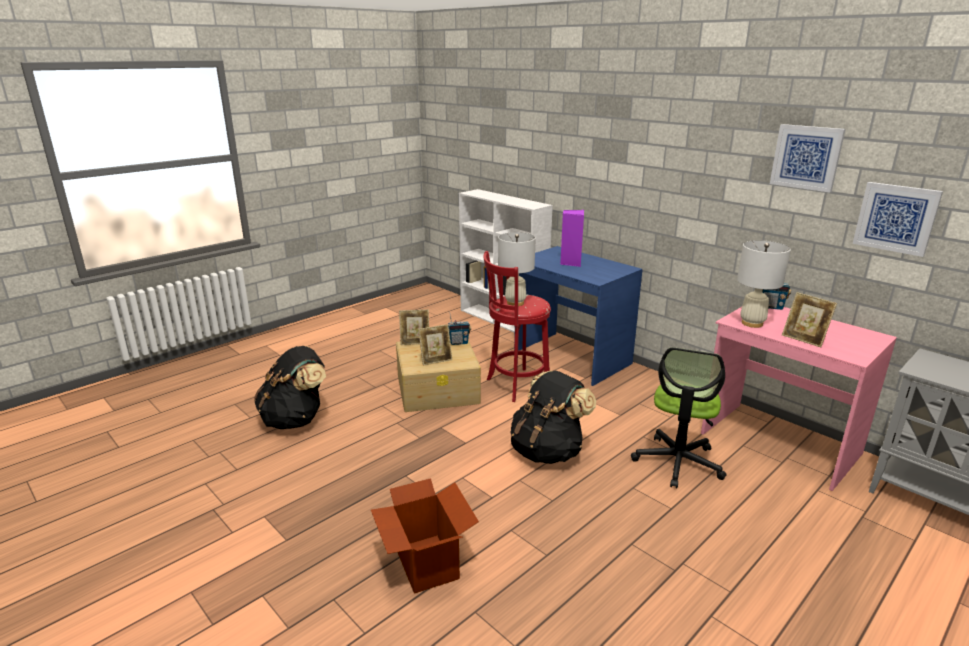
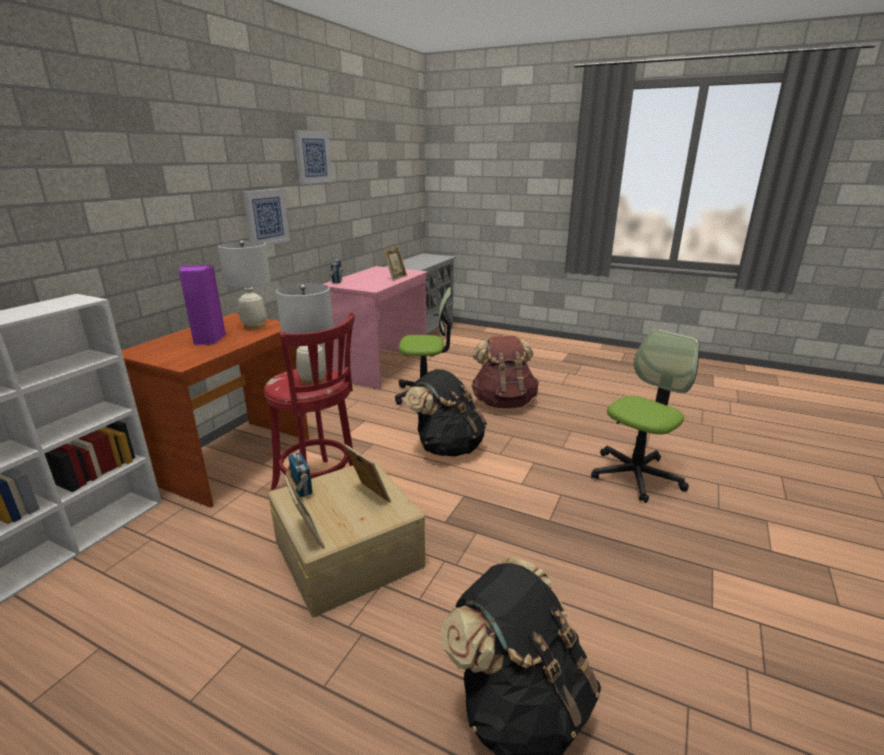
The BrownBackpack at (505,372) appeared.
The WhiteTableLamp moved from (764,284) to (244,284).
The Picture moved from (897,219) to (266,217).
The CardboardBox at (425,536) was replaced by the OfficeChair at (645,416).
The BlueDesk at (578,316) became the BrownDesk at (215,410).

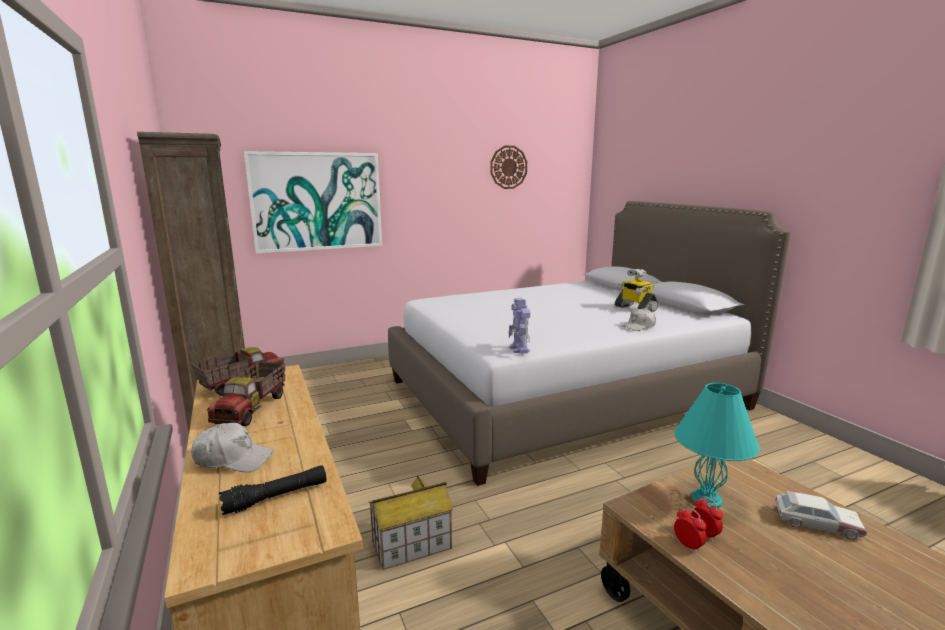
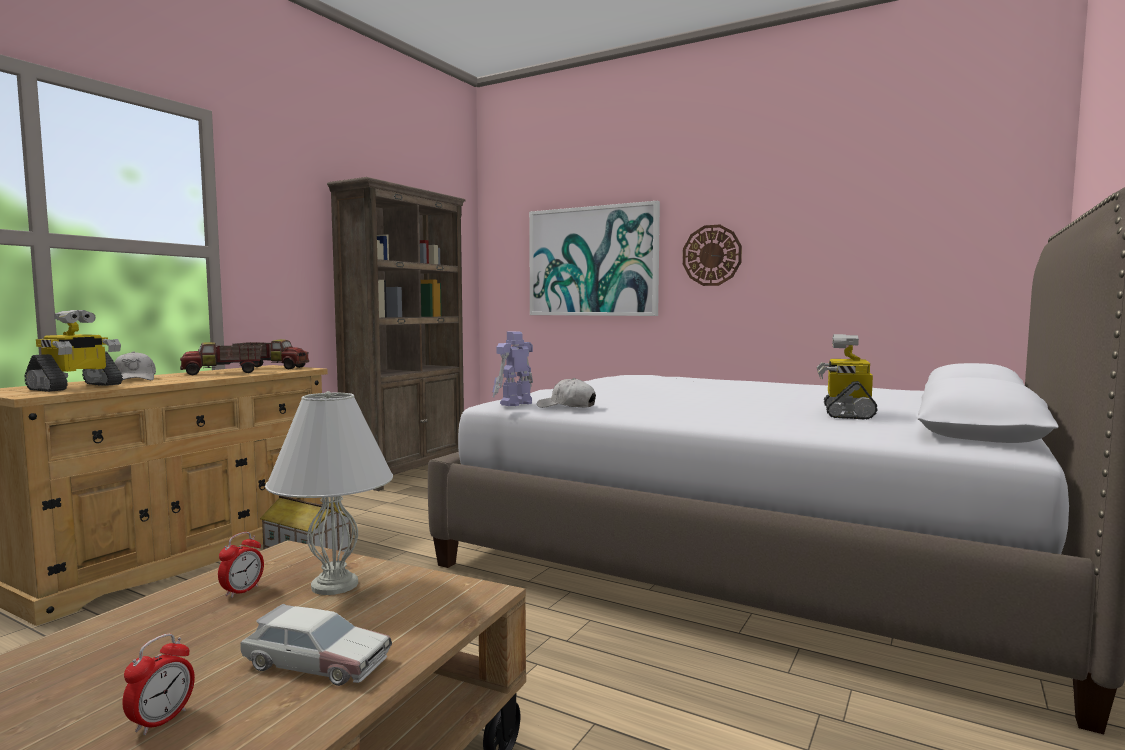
The WallClock moved from (508,167) to (712,255).
The WhiteCap moved from (639,319) to (566,393).
The AlarmClock moved from (690,530) to (159,684).
The BlackFlashlight at (272,490) was replaced by the ToyRobot at (74,351).
The TurquoiseTableLamp at (717,445) became the WhiteTableLamp at (329,493).
The ToyCar at (820,515) turned 60 degrees counterclockwise.

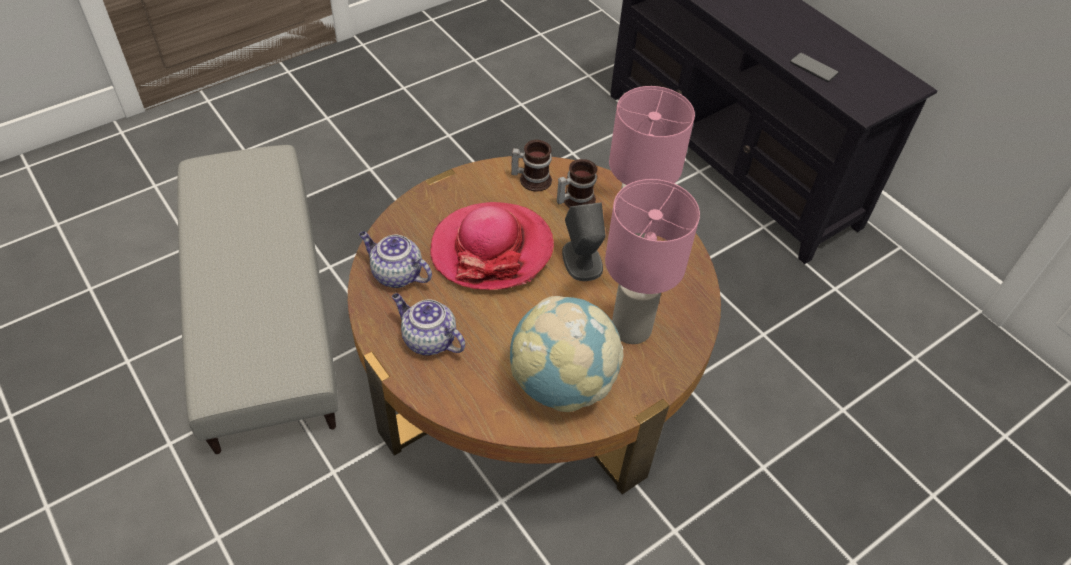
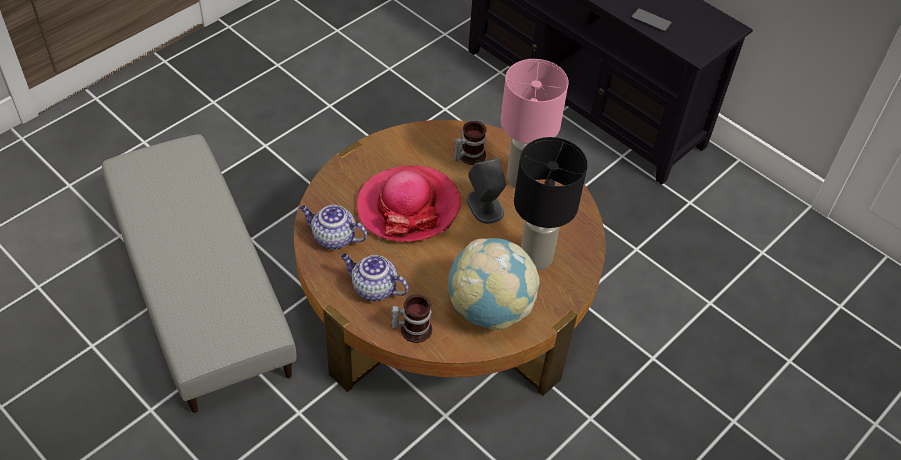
The Mug moved from (531,166) to (411,318).
The PinkTableLamp at (652,261) became the BlackTableLamp at (551,203).

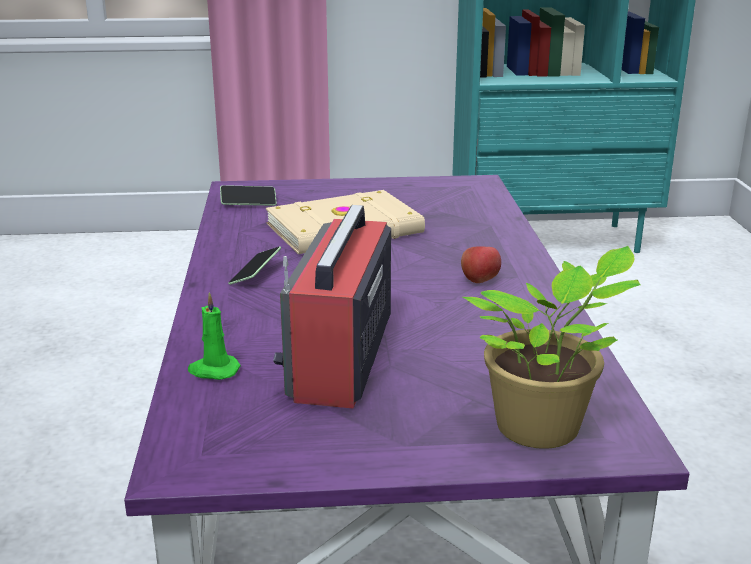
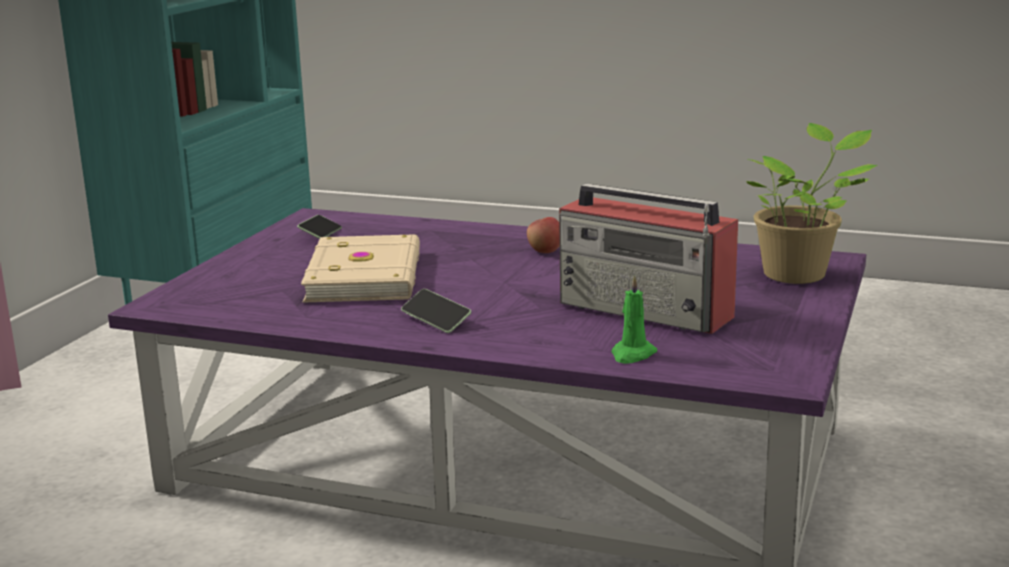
The Phone moved from (248,195) to (319,227).

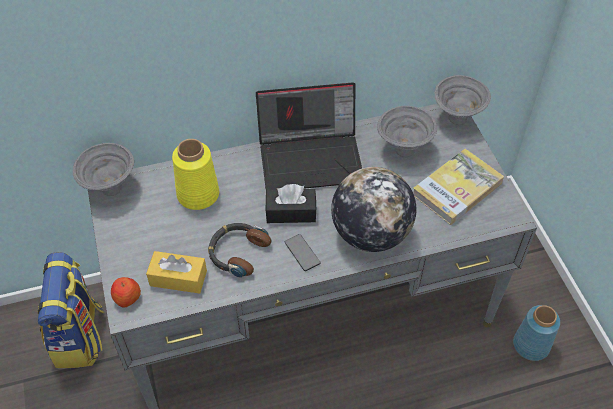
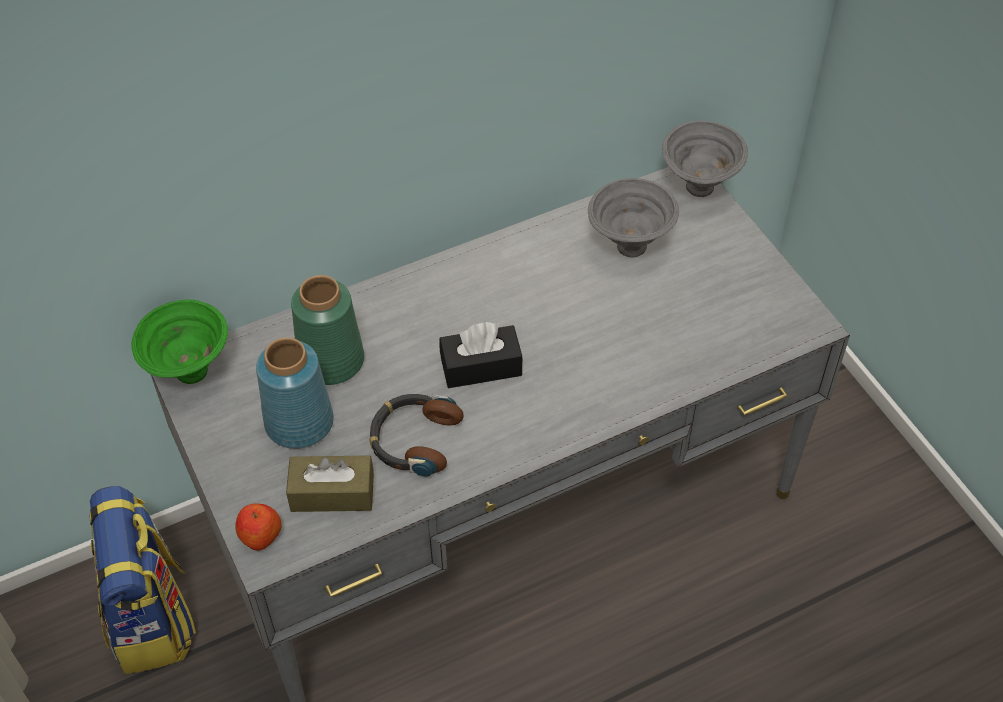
The Laptop at (309,136) disappeared.
The Phone at (303,252) disappeared.
The Globe at (373,209) disappeared.
The Book at (458,187) disappeared.
The BlueVase moved from (536,333) to (295,393).
The GreyBowl at (103,169) became the GreenBowl at (179,342).
The YellowTissueBox at (176,272) became the BrownTissueBox at (330,483).
The YellowVase at (195,174) became the GreenVase at (327,330).

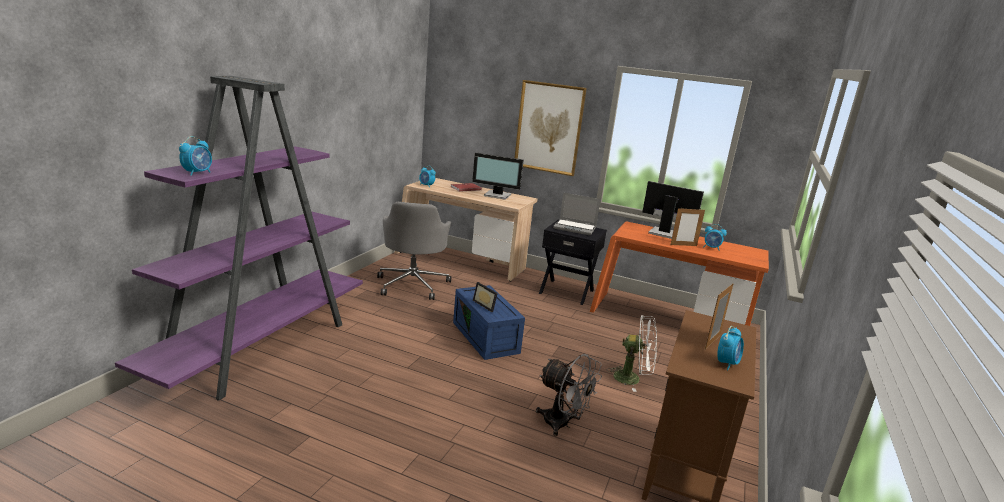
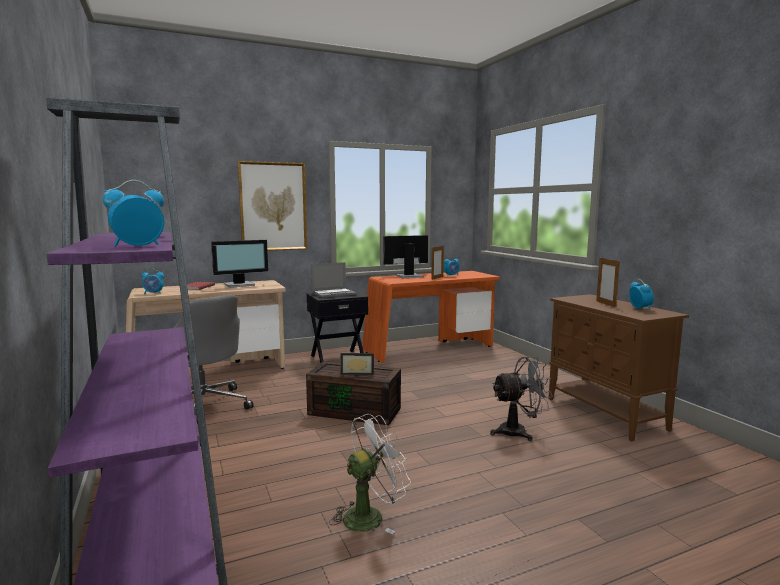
The WhiteFan moved from (632,353) to (370,474).
The BlueStorageBox at (489,322) became the BrownStorageBox at (353,393).
The AlarmClock at (195,156) turned 105 degrees counterclockwise.

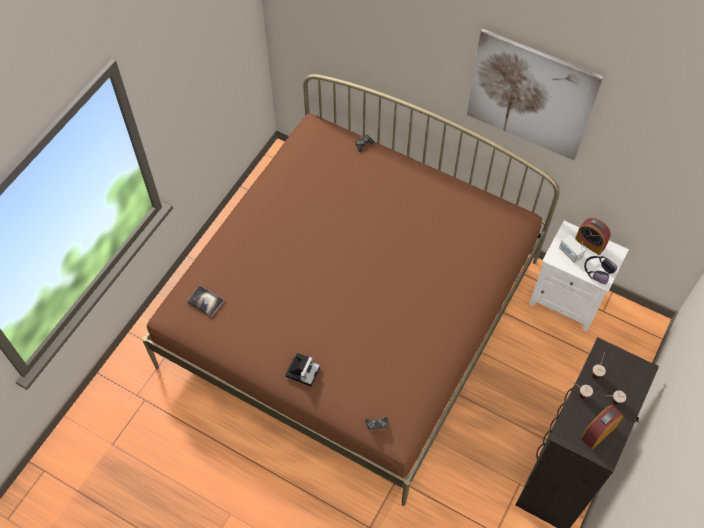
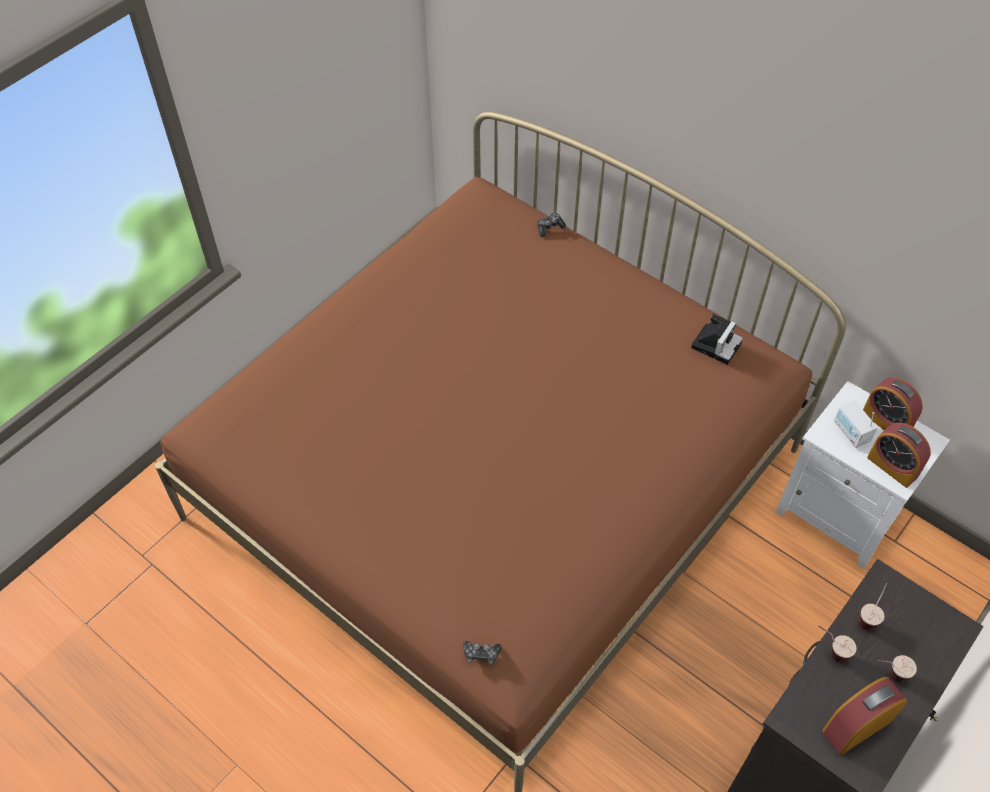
The Book at (205,301) disappeared.
The Picture at (535,94) disappeared.
The PhotoCamera moved from (303,369) to (717,339).
The Headphones at (600,270) was replaced by the AlarmClock at (899,455).

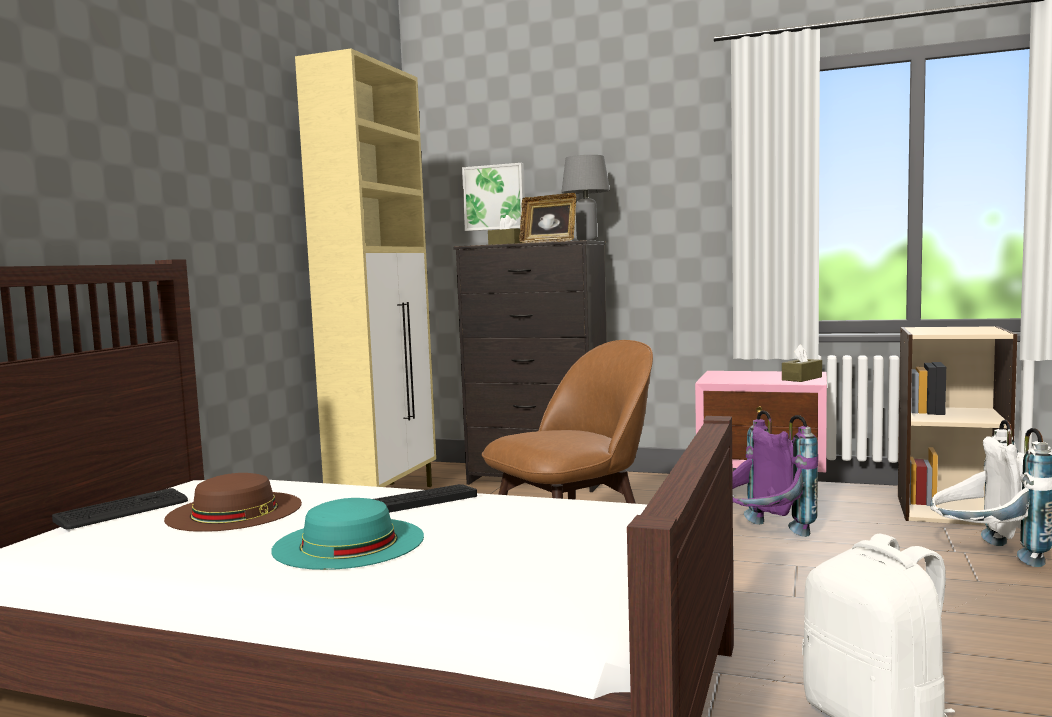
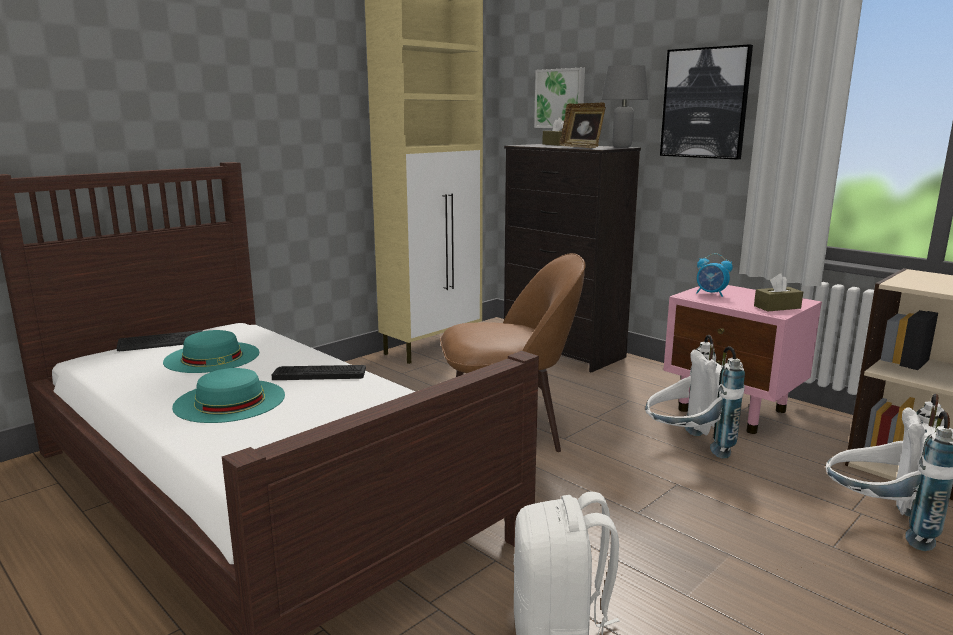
The Picture at (706,102) appeared.
The AlarmClock at (714,275) appeared.
The BrownHat at (233,502) became the TurquoiseHat at (211,351).
The PurpleBackpack at (775,473) became the WhiteBackpack at (695,397).

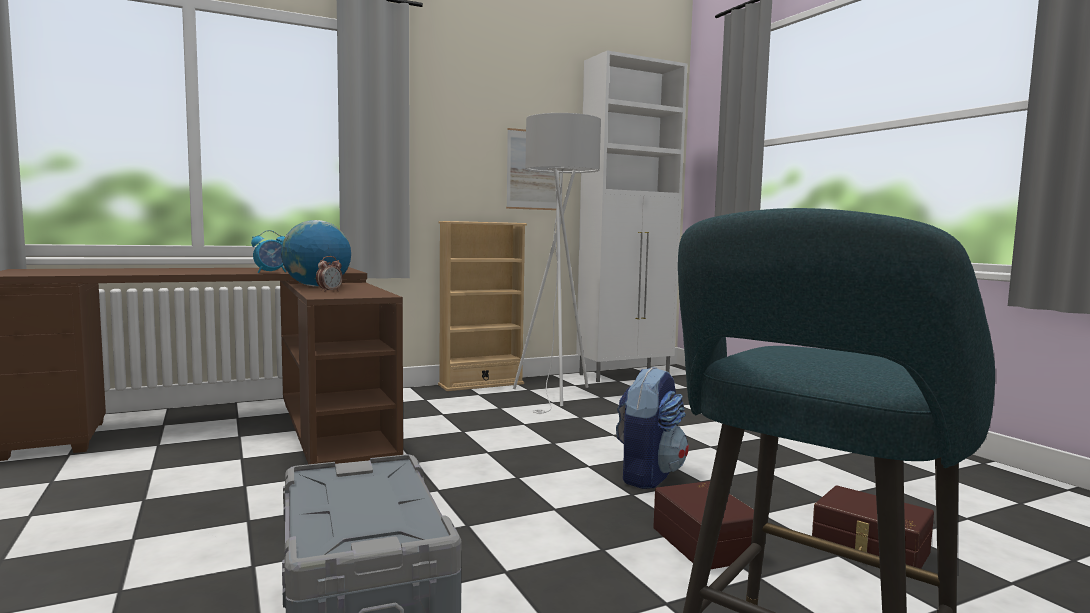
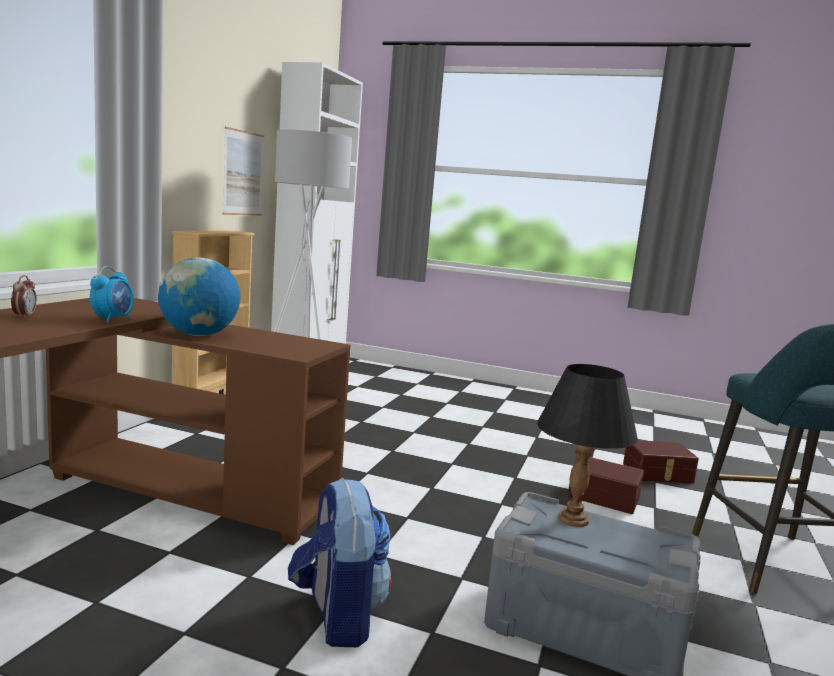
The BlackTableLamp at (587,445) appeared.
The AlarmClock moved from (329,274) to (24,296).
The Backpack moved from (652,428) to (340,562).

